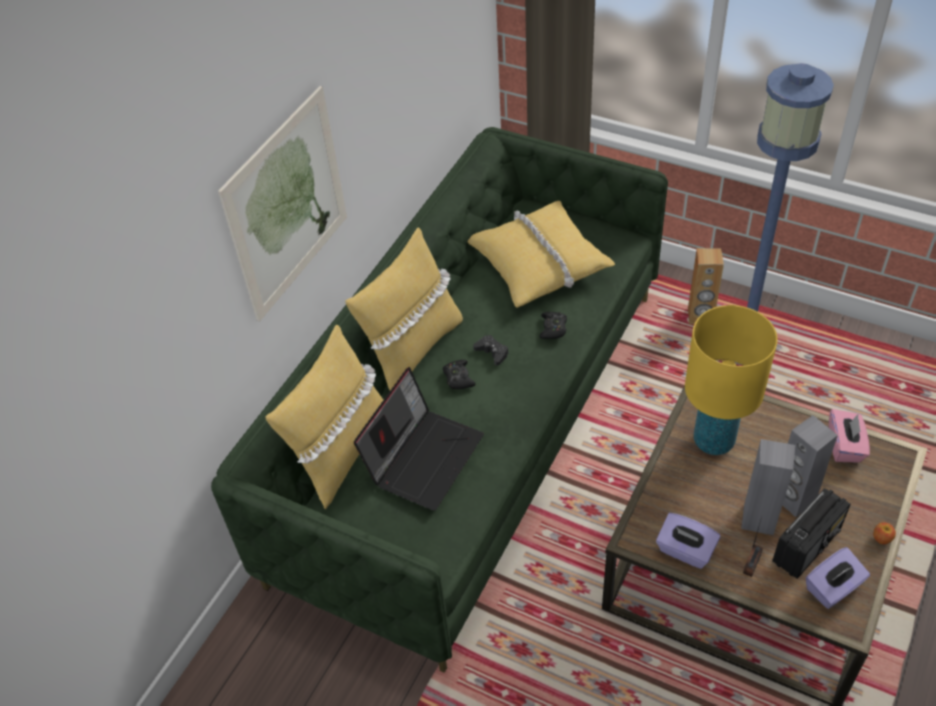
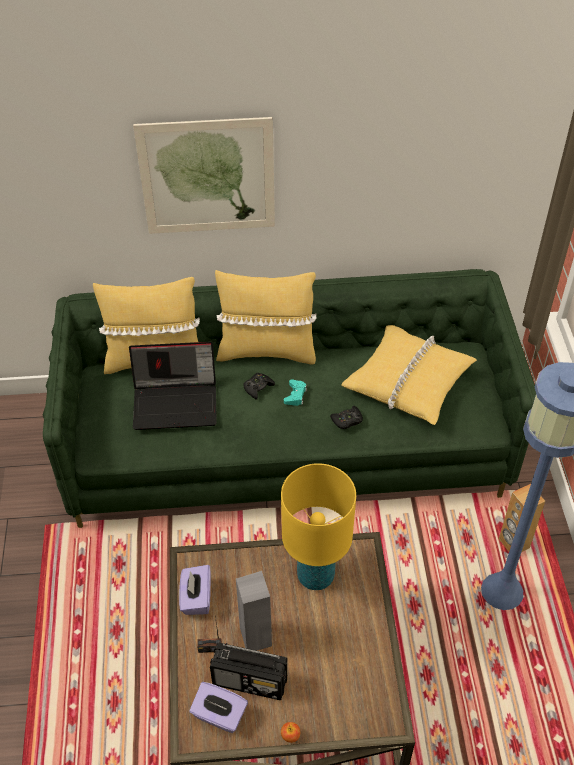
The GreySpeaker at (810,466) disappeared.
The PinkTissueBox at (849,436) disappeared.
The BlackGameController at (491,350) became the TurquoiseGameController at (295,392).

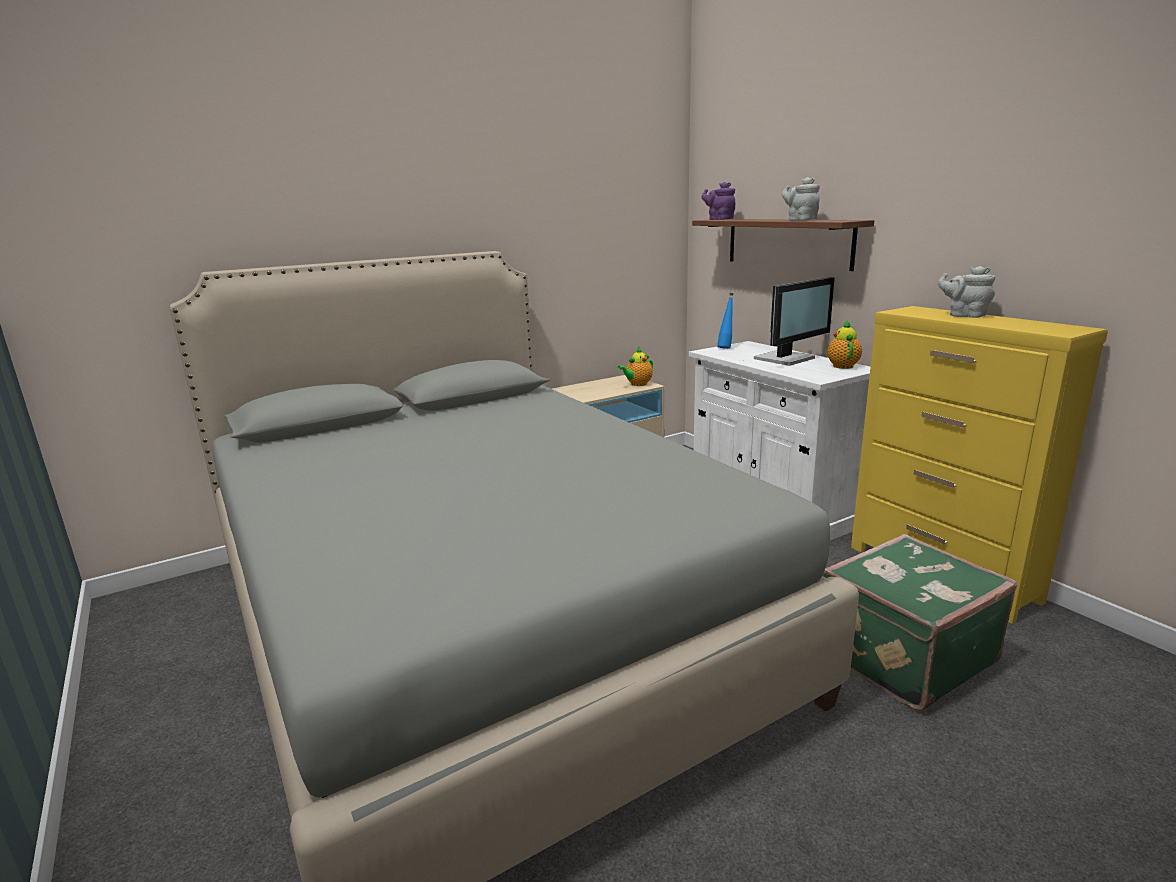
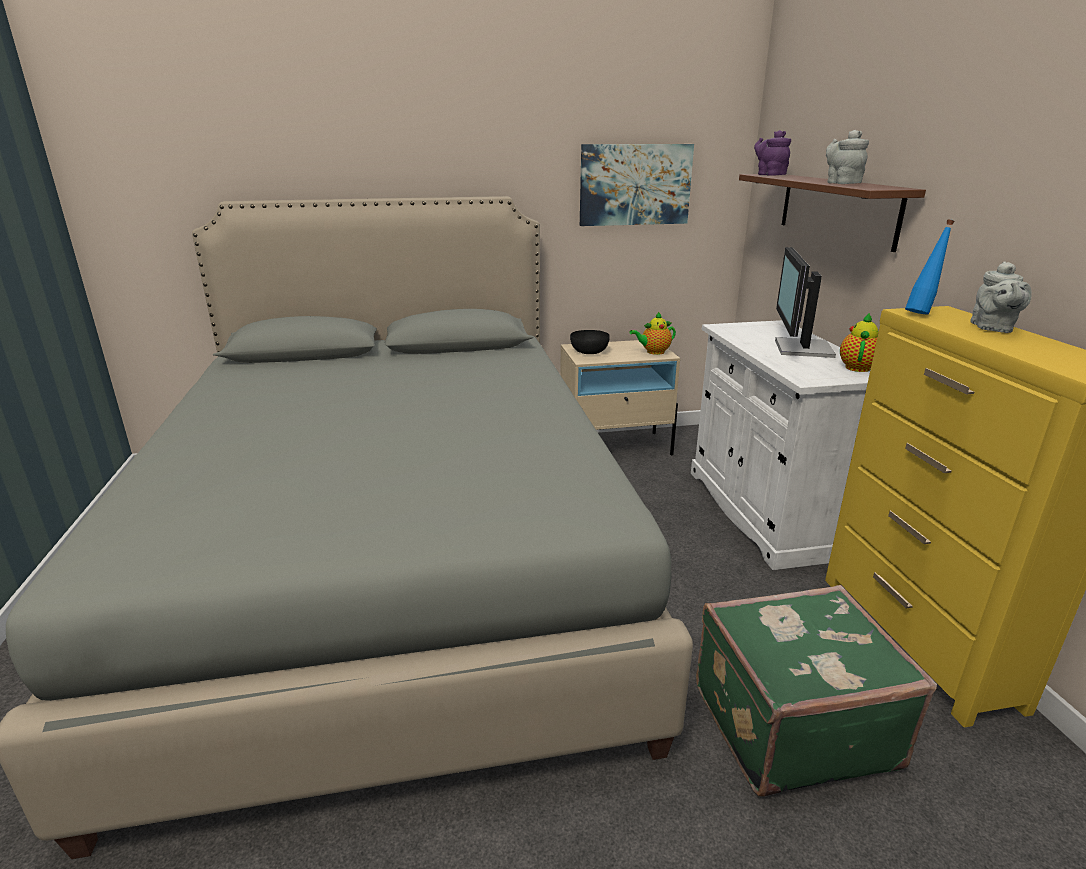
The BlackBowl at (590,342) appeared.
The Picture at (637,185) appeared.
The BlueBottle moved from (725,321) to (930,267).
The Monitor at (794,321) turned 120 degrees clockwise.
The GreyTeapot at (966,292) turned 135 degrees counterclockwise.

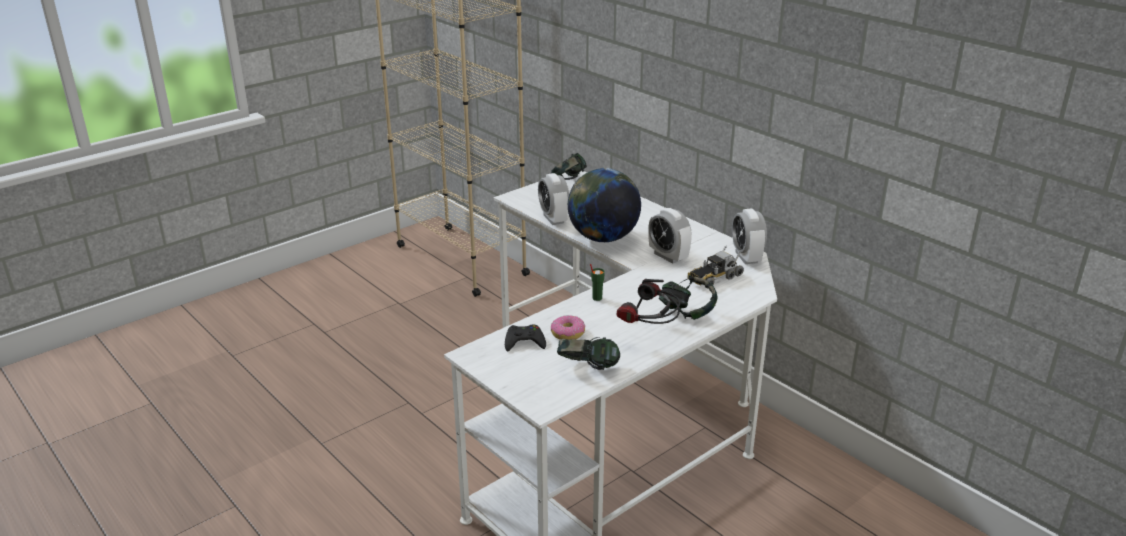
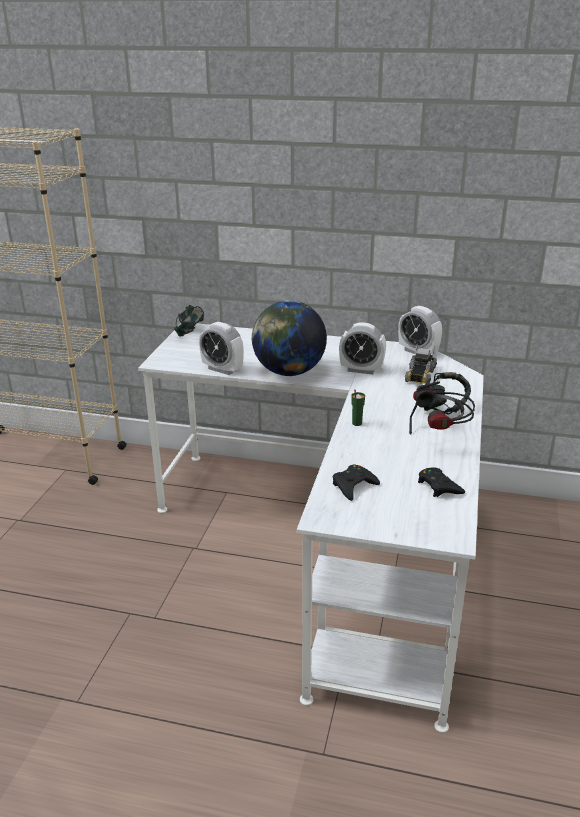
The Donut at (568,327) disappeared.
The Headphones at (588,353) was replaced by the BlackGameController at (441,482).

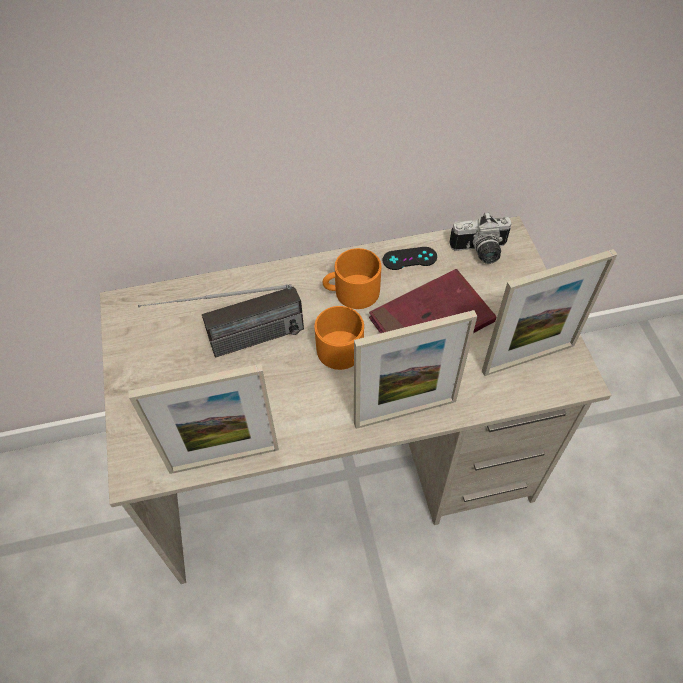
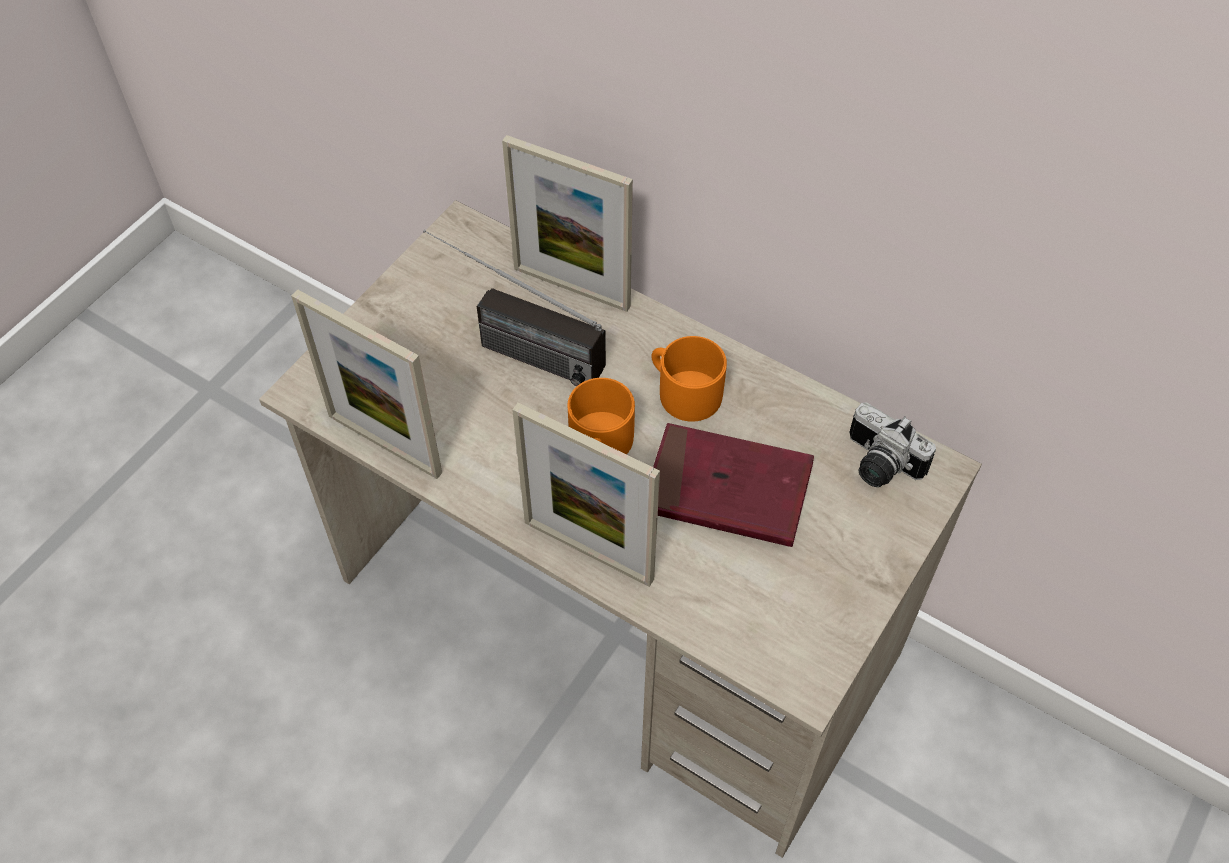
The BlackGameController at (410,258) disappeared.
The PictureFrame moved from (550,312) to (567,223).

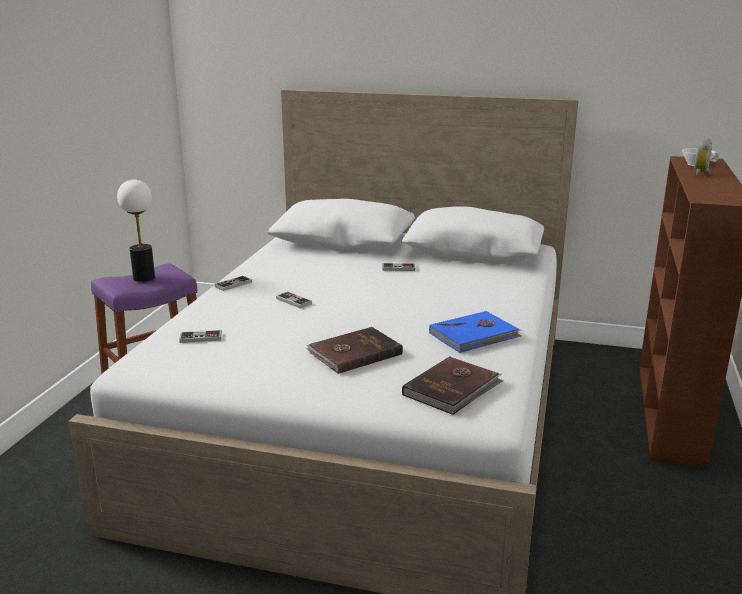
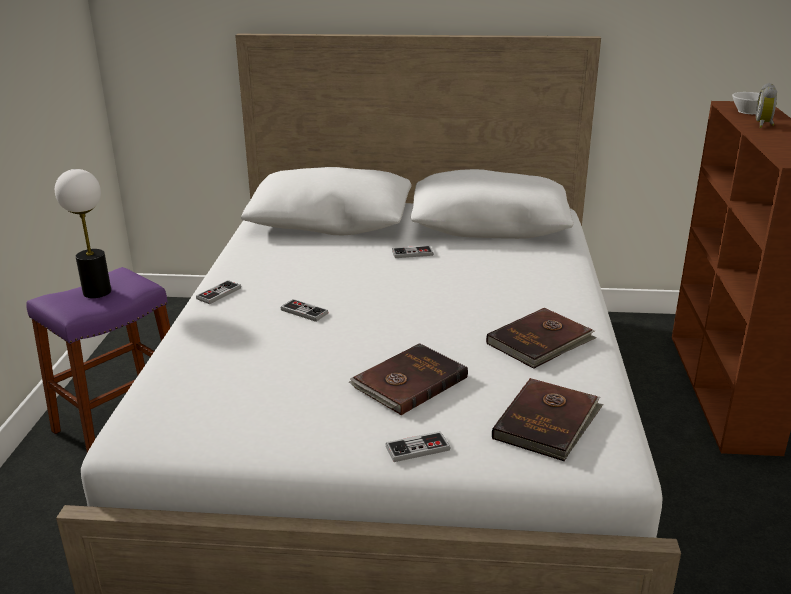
The GameController moved from (200,336) to (417,446).
The BlueBook at (475,332) became the BrownBook at (541,338).

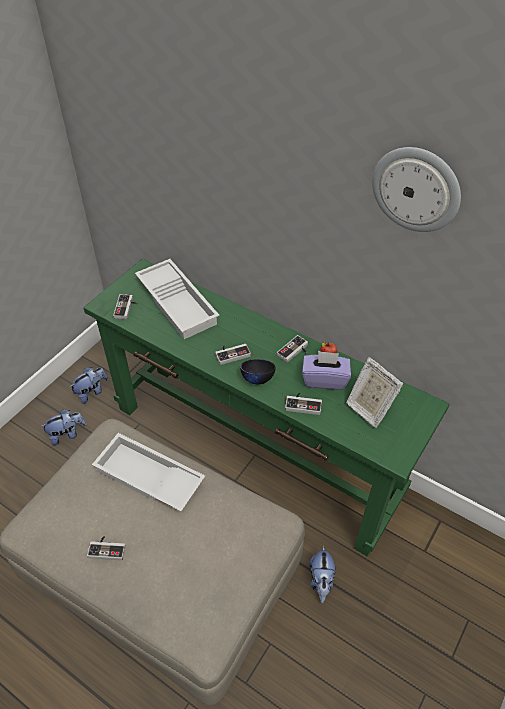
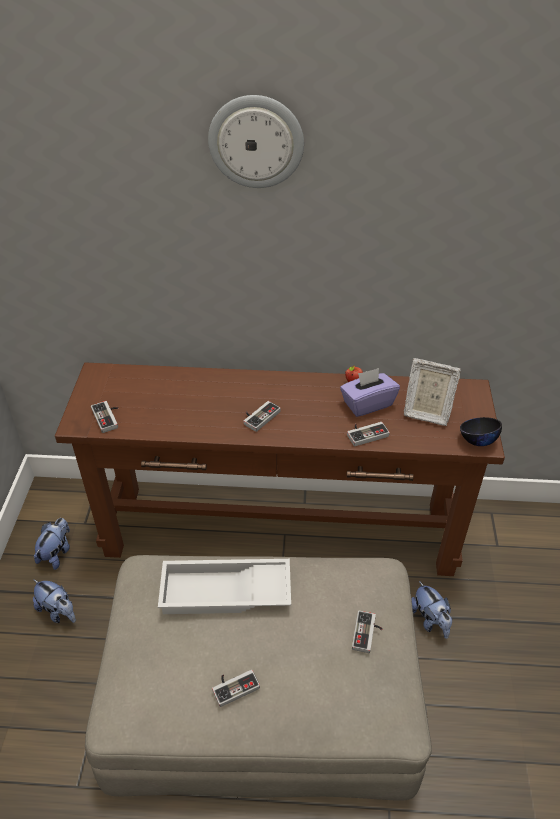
The WhiteTray at (177,299) disappeared.
The BlackBowl moved from (258,371) to (481,431).
The GameController moved from (292,349) to (367,632).
The WallClock moved from (416,189) to (256,141).
The GreenConsoleTable at (266,407) became the BrownConsoleTable at (280,469).
The PlushToy at (63,427) turned 90 degrees clockwise.

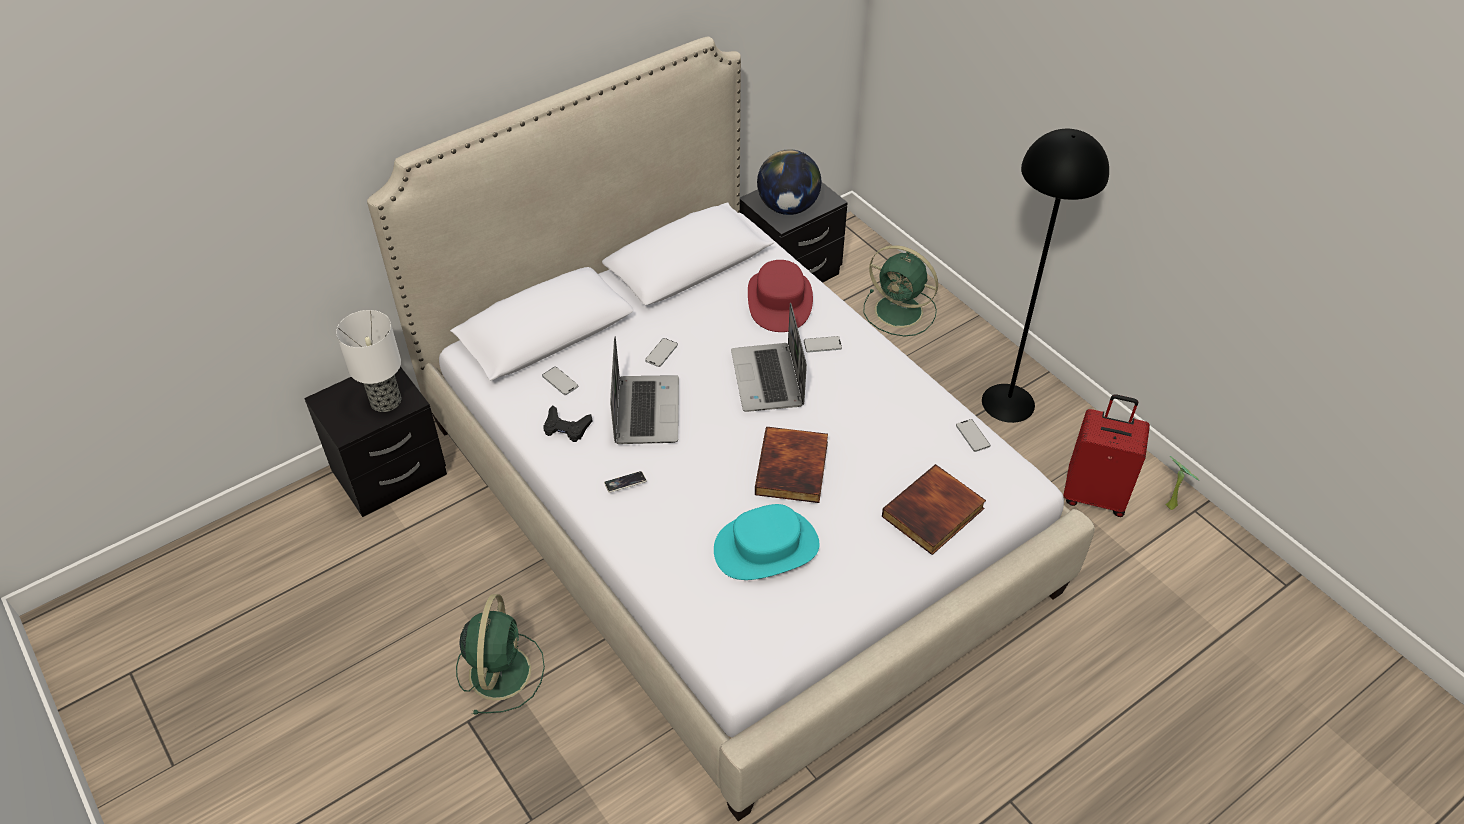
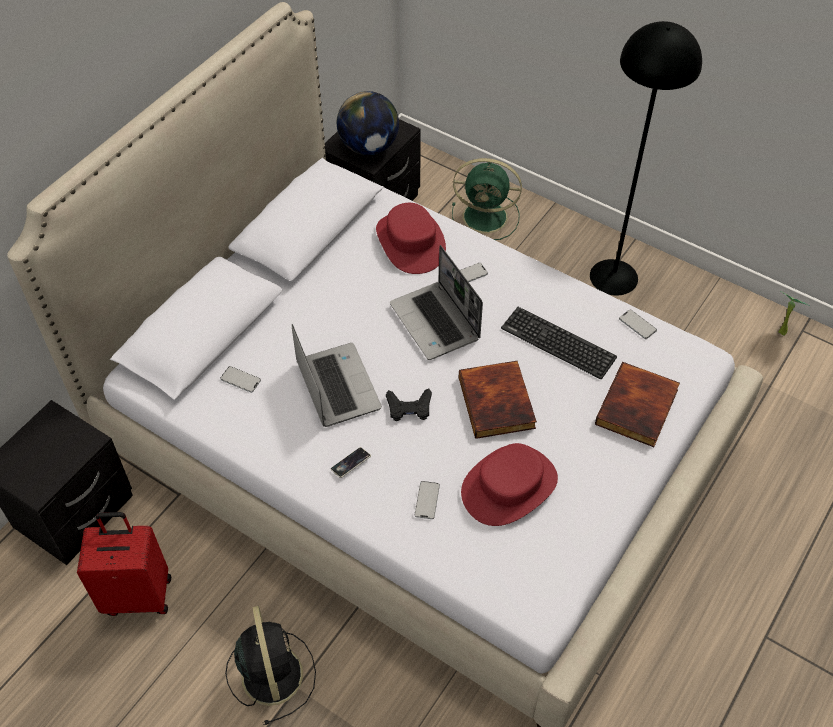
The TableLamp at (368,361) disappeared.
The Keyboard at (559,343) appeared.
The BlackGameController moved from (567,424) to (409,405).
The Phone moved from (661,352) to (427,500).
The RedSuitcase moved from (1106,455) to (124,564).
The GreenFan at (500,654) became the BlackFan at (270,665).
The TurquoiseHat at (766,542) became the RedHat at (509,484).

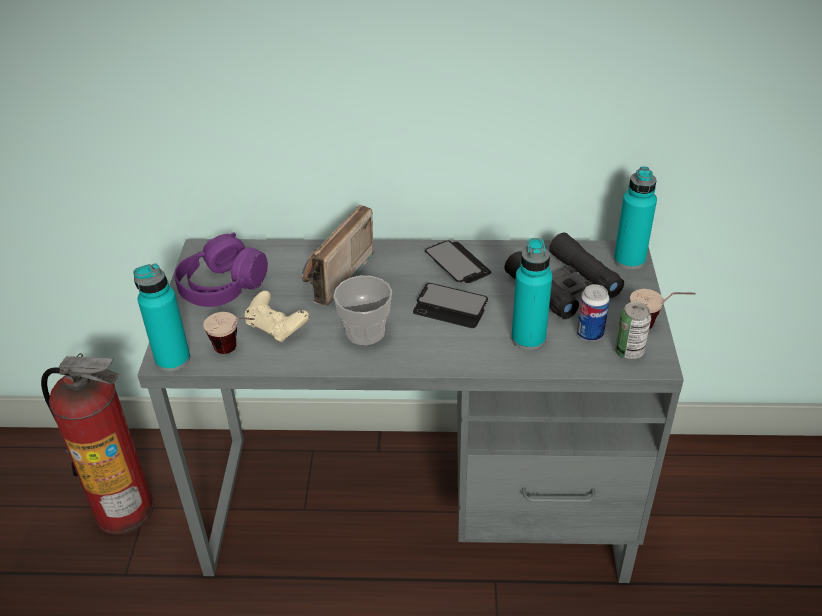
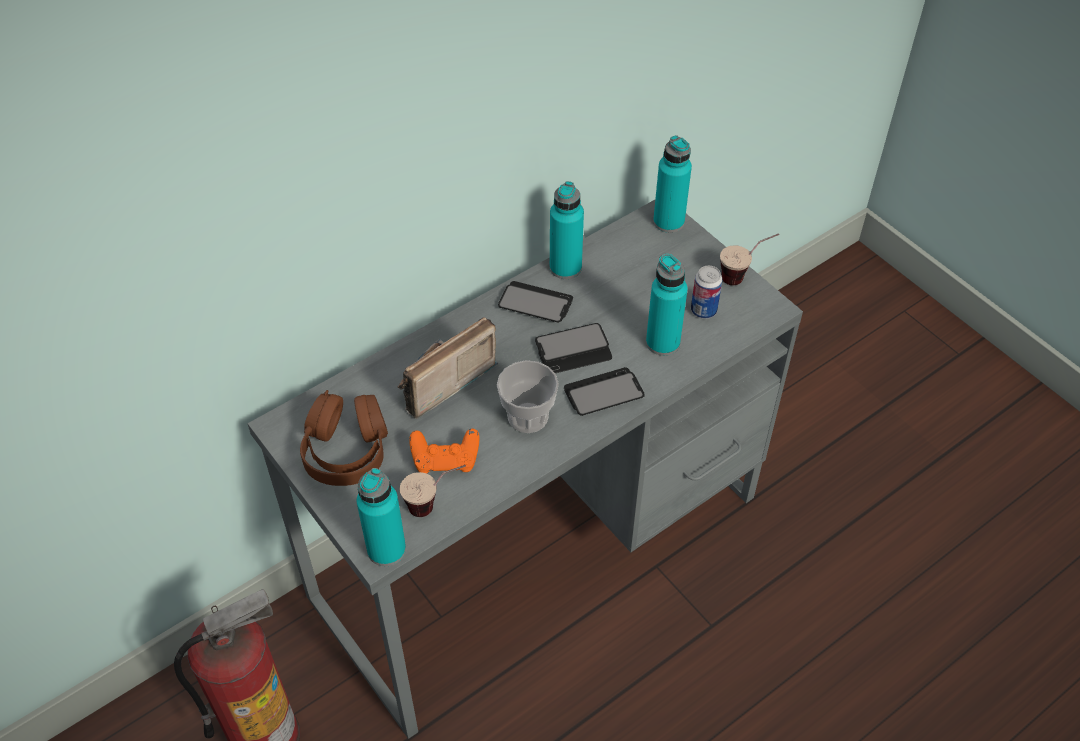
The BlackBinoculars at (564,276) disappeared.
The Can at (633,330) disappeared.
The TurquoiseBottle at (566,230) appeared.
The Phone at (604,391) appeared.
The PurpleHeadphones at (221,270) became the BrownHeadphones at (344,438).
The BeigeGameController at (277,317) became the OrangeGameController at (444,451).
The Radio at (338,255) turned 60 degrees clockwise.

